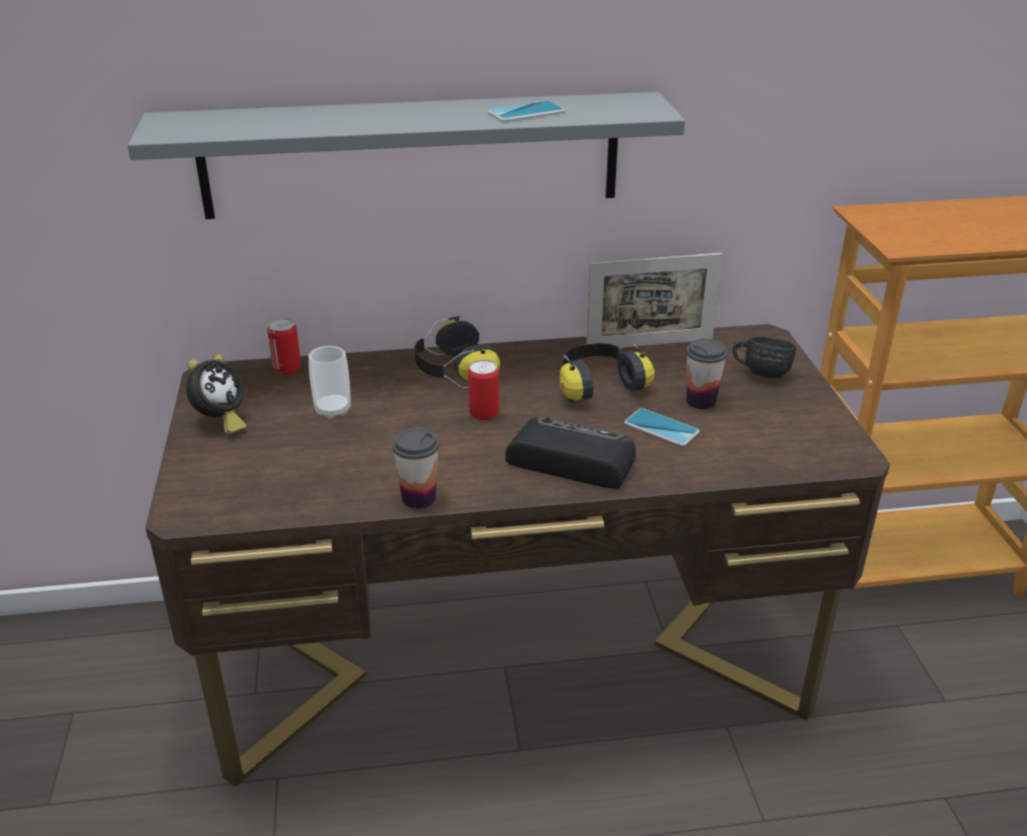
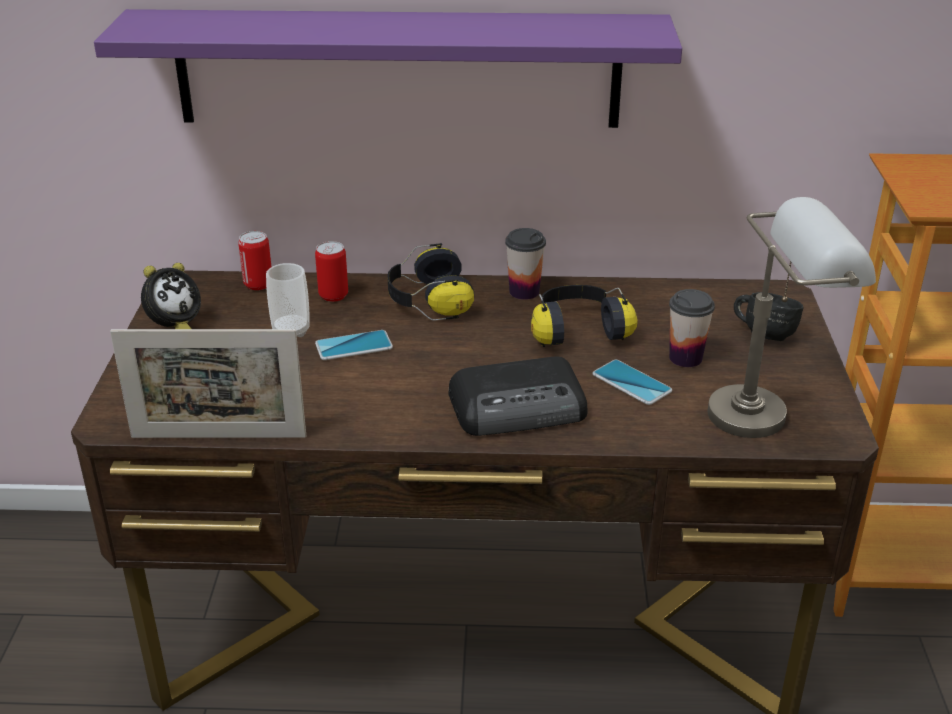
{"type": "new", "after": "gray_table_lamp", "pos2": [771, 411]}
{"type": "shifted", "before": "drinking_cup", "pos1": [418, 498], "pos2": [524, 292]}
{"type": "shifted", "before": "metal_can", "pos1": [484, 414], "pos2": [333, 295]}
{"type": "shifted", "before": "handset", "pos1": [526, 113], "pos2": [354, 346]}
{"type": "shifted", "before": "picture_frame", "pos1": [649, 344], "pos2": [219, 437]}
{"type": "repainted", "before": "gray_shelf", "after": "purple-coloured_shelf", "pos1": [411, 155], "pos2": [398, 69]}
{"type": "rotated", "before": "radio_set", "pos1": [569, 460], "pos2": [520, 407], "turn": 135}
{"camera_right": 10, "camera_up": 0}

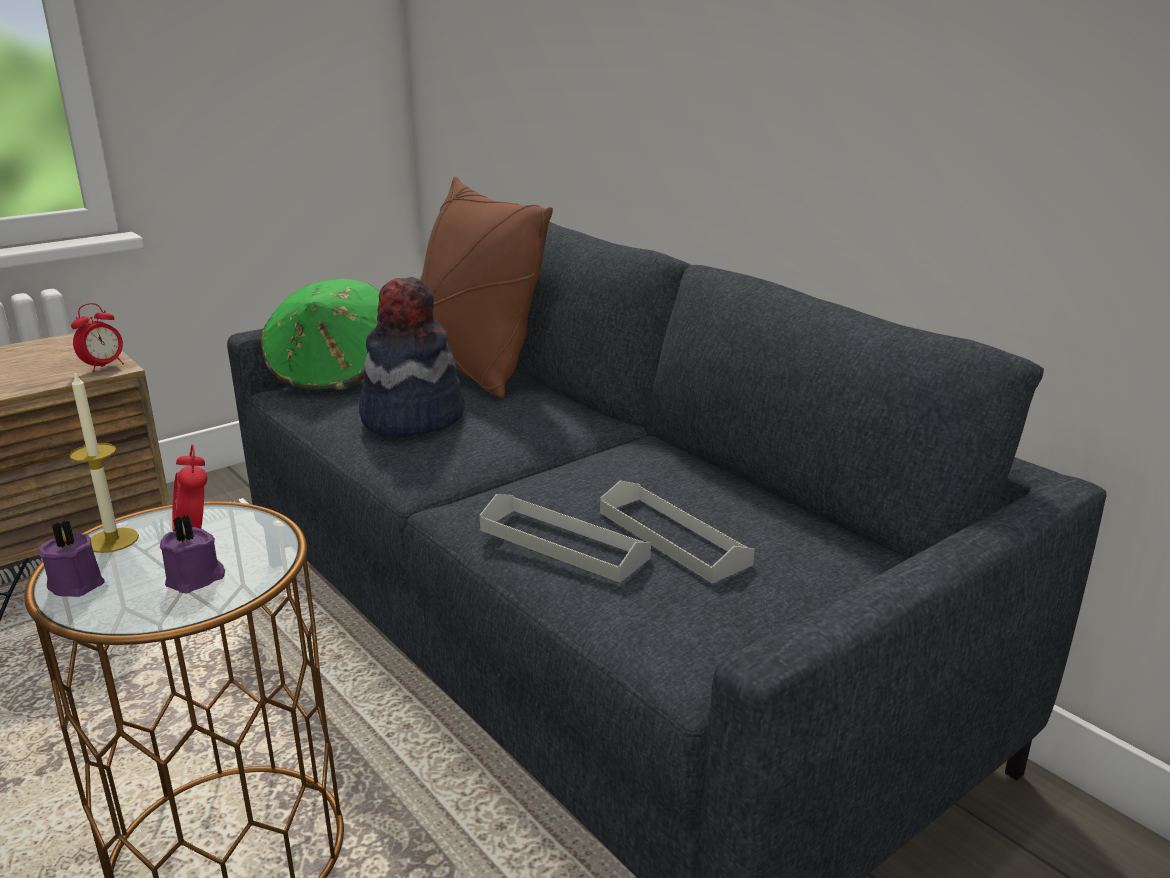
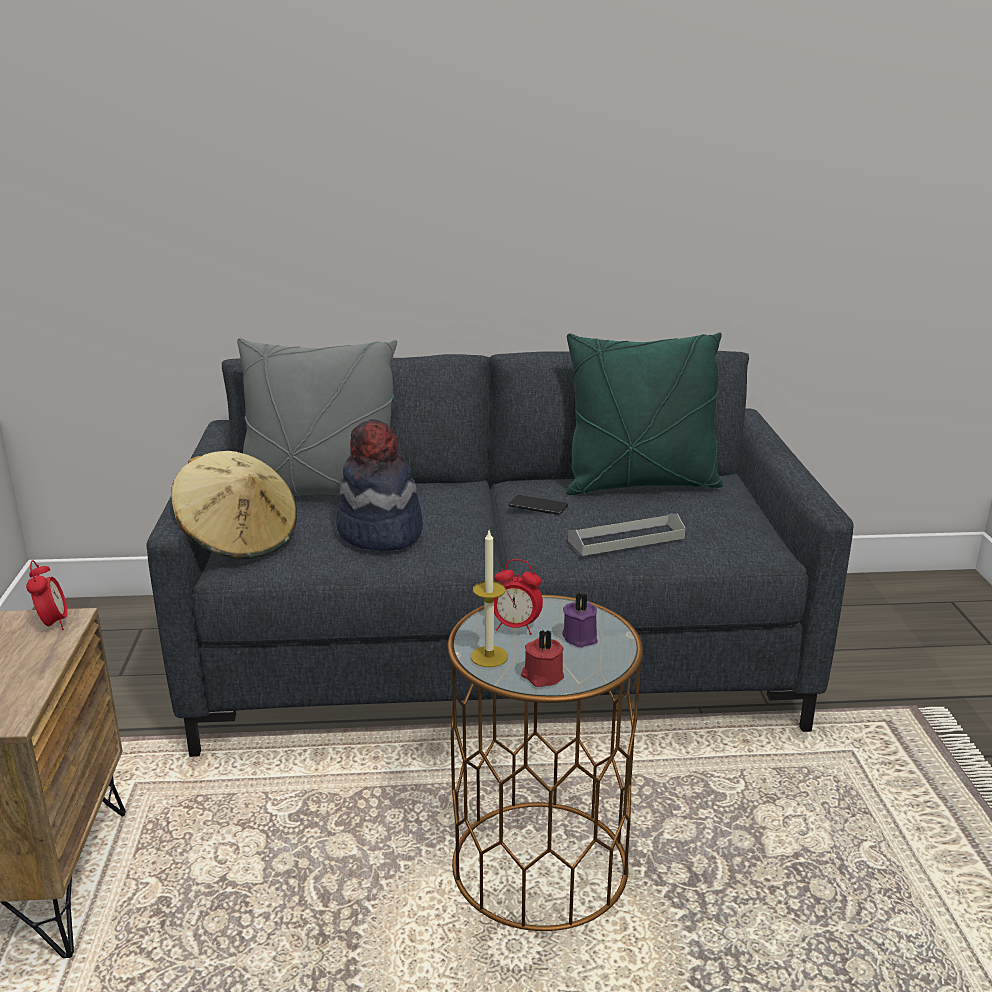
{"type": "gone", "before": "gray_carrying_tray", "pos1": [672, 537]}
{"type": "new", "after": "handset", "pos2": [538, 506]}
{"type": "new", "after": "green_throw_pillow", "pos2": [641, 484]}
{"type": "repainted", "before": "purple-coloured_wax_light", "after": "red_wax_light", "pos1": [77, 583], "pos2": [542, 676]}
{"type": "repainted", "before": "green_hat", "after": "sand-coloured_hat", "pos1": [333, 374], "pos2": [239, 540]}
{"type": "repainted", "before": "brown-coloured_throw_pillow", "after": "gray_throw_pillow", "pos1": [473, 369], "pos2": [321, 493]}
{"camera_right": -55, "camera_up": 0}

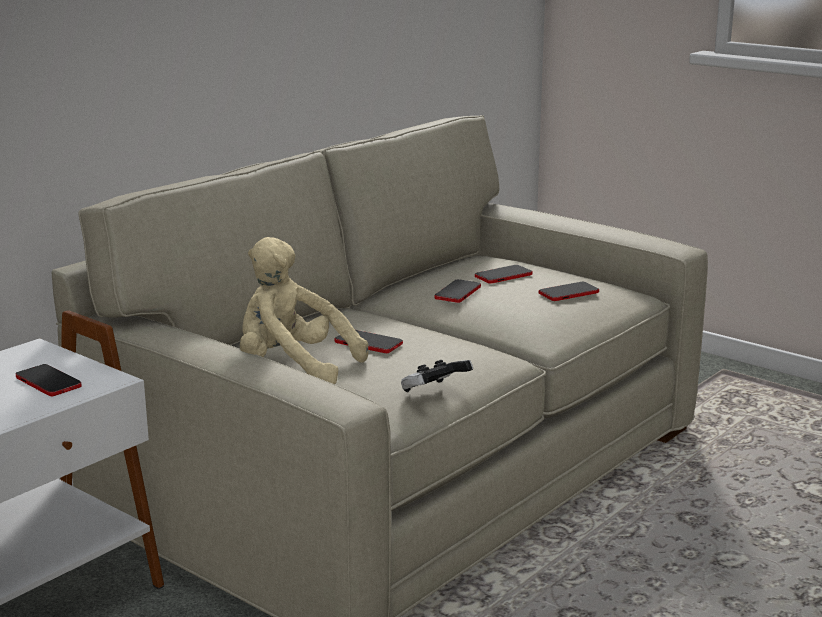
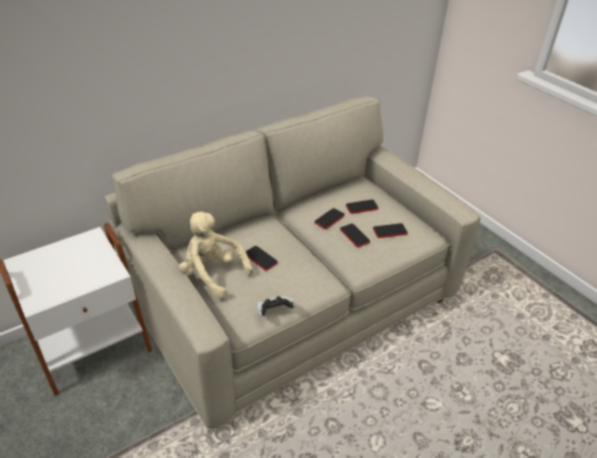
{"type": "shifted", "before": "handset", "pos1": [48, 382], "pos2": [354, 236]}
{"camera_right": 15, "camera_up": 20}

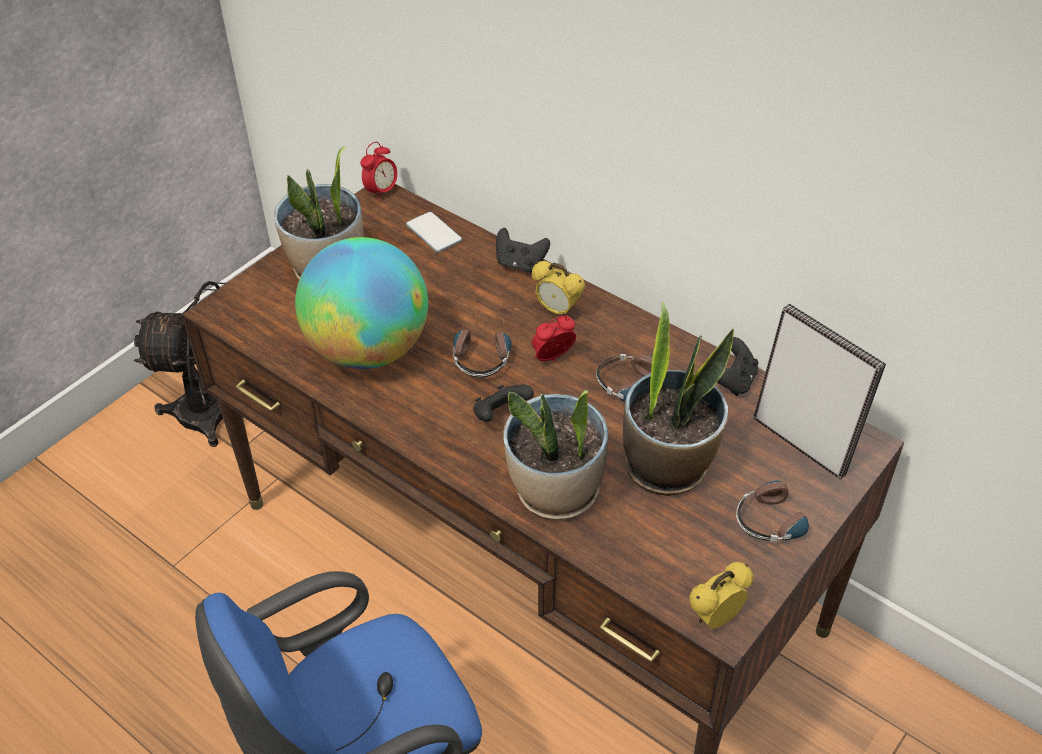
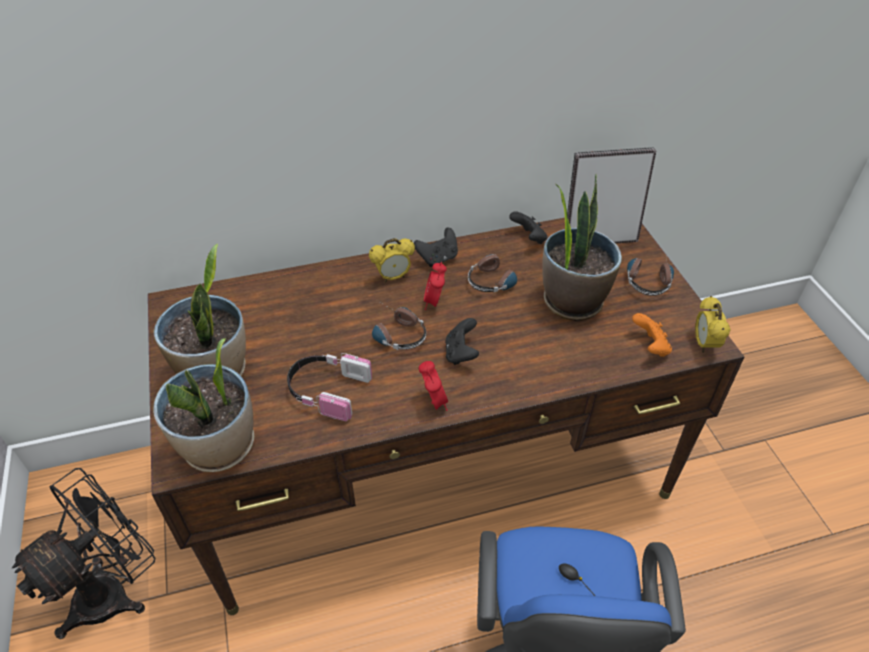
{"type": "gone", "before": "handset", "pos1": [434, 233]}
{"type": "new", "after": "orange_joypad", "pos2": [650, 347]}
{"type": "shifted", "before": "bedside_clock", "pos1": [381, 191], "pos2": [434, 402]}
{"type": "shifted", "before": "black-coloured_joypad", "pos1": [520, 264], "pos2": [438, 258]}
{"type": "shifted", "before": "plant_in_a_pot", "pos1": [556, 492], "pos2": [219, 447]}
{"type": "swapped", "before": "world_globe", "after": "headset", "pos1": [369, 349], "pos2": [327, 390]}
{"camera_right": -55, "camera_up": 0}

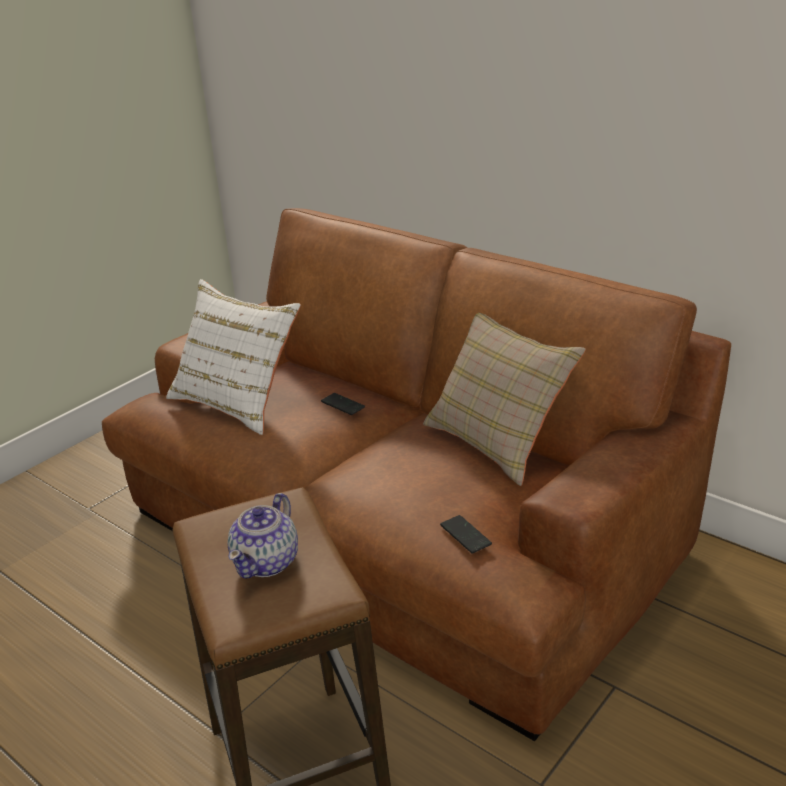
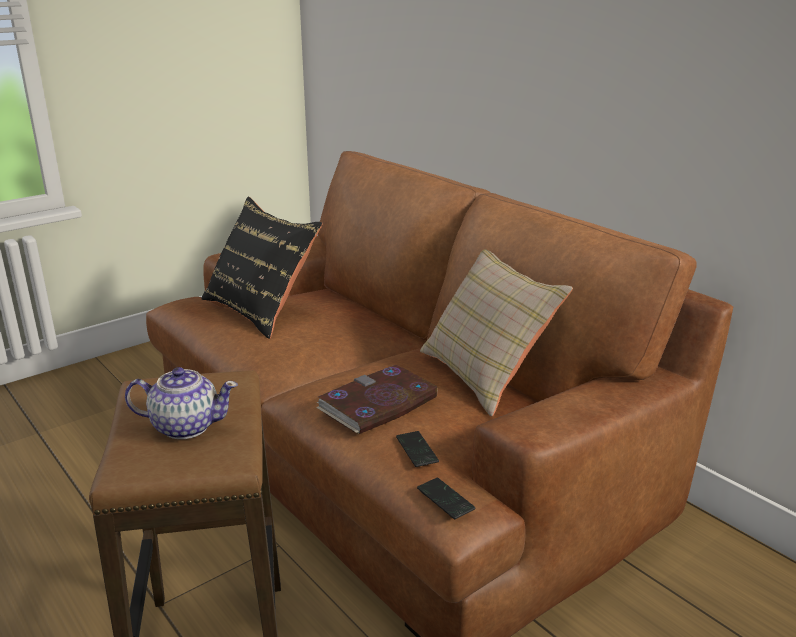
{"type": "new", "after": "bound_book", "pos2": [378, 404]}
{"type": "shifted", "before": "handset", "pos1": [343, 405], "pos2": [445, 499]}
{"type": "repainted", "before": "white_throw_pillow", "after": "black-coloured_throw_pillow", "pos1": [237, 401], "pos2": [261, 310]}
{"type": "rotated", "before": "teapot", "pos1": [267, 561], "pos2": [185, 426], "turn": -120}
{"camera_right": 10, "camera_up": -5}

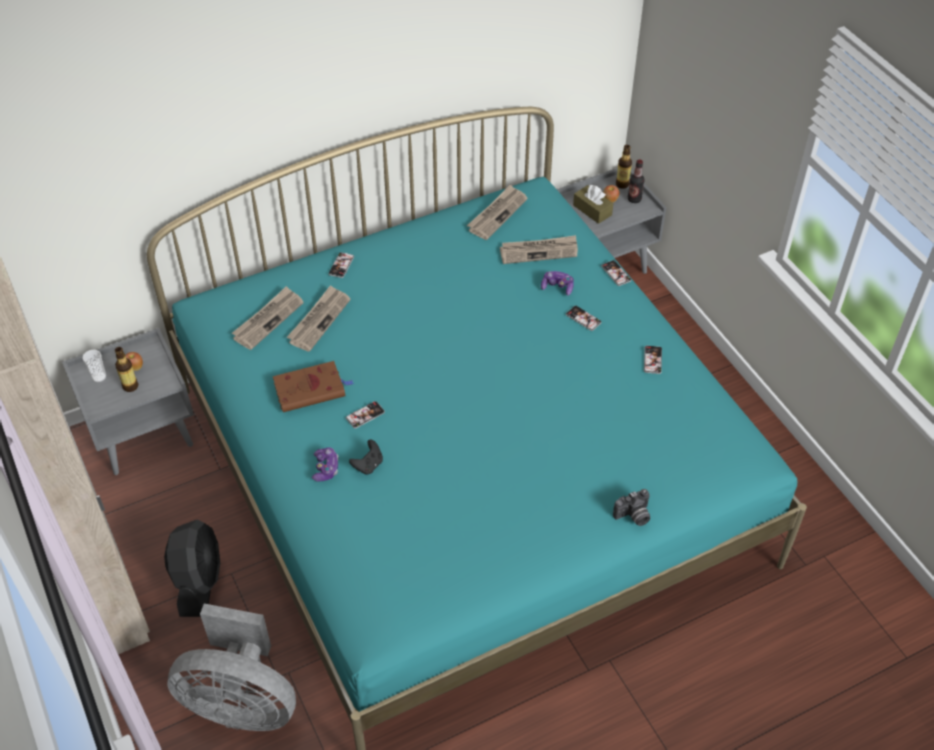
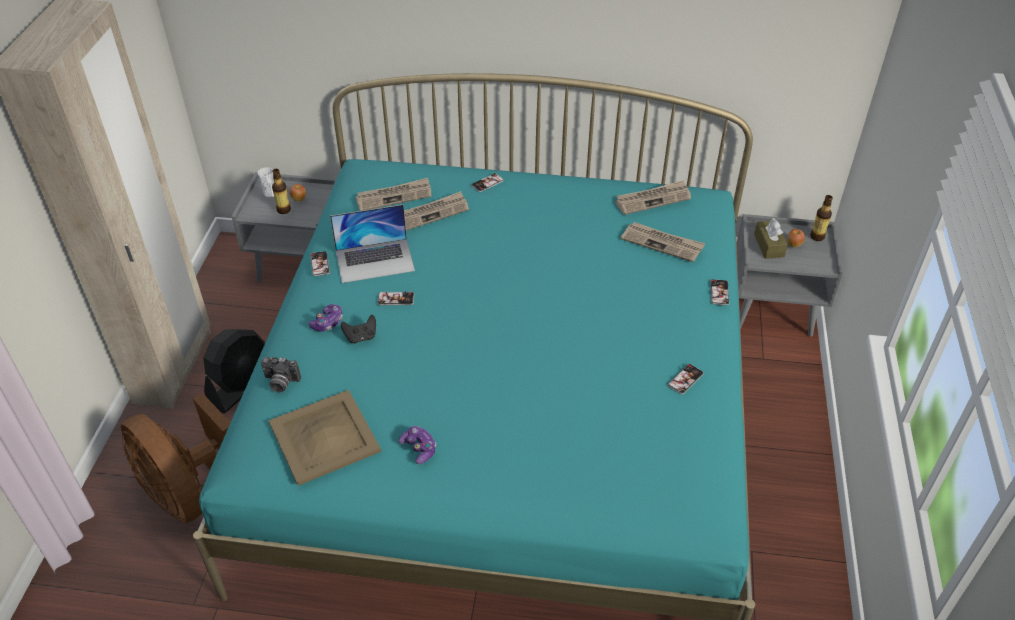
{"type": "gone", "before": "beverage_bottle", "pos1": [634, 199]}
{"type": "new", "after": "sand-coloured_carrying_tray", "pos2": [325, 436]}
{"type": "shifted", "before": "joypad", "pos1": [557, 287], "pos2": [419, 448]}
{"type": "shifted", "before": "handset", "pos1": [583, 318], "pos2": [320, 264]}
{"type": "shifted", "before": "photo_camera", "pos1": [633, 516], "pos2": [280, 383]}
{"type": "swapped", "before": "brown-coloured_bound_book", "after": "notebook_computer", "pos1": [311, 389], "pos2": [375, 260]}
{"type": "repainted", "before": "gray_electric_fan", "after": "brown-coloured_electric_fan", "pos1": [242, 703], "pos2": [188, 491]}
{"camera_right": 35, "camera_up": -5}

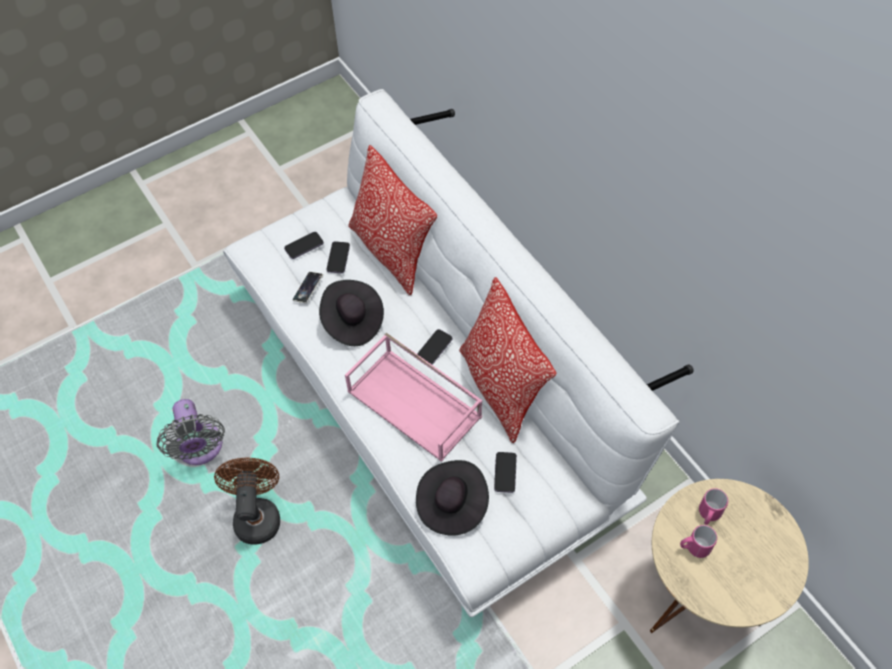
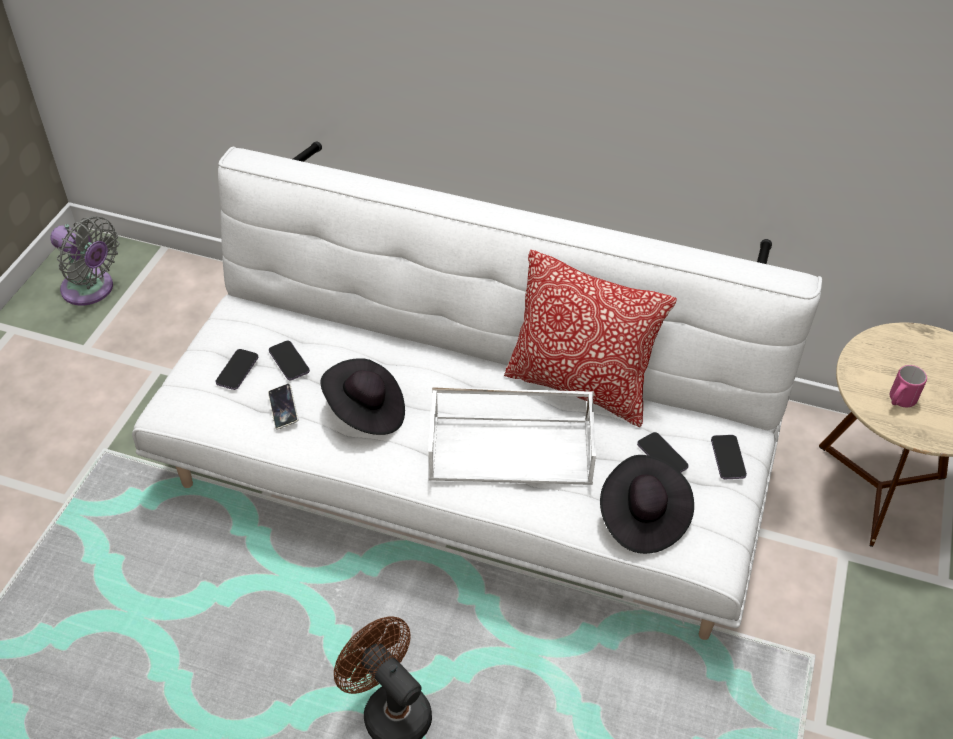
{"type": "gone", "before": "throw_pillow", "pos1": [392, 252]}
{"type": "gone", "before": "pink-coloured_coffee_mug", "pos1": [708, 515]}
{"type": "shifted", "before": "gray_electric_fan", "pos1": [200, 449], "pos2": [91, 290]}
{"type": "shifted", "before": "handset", "pos1": [434, 348], "pos2": [728, 458]}
{"type": "repainted", "before": "pink-coloured_carrying_tray", "after": "white_carrying_tray", "pos1": [416, 404], "pos2": [512, 448]}
{"camera_right": -40, "camera_up": -10}

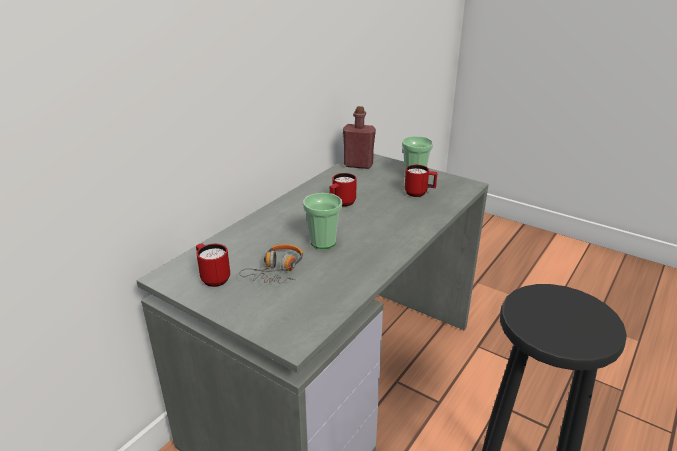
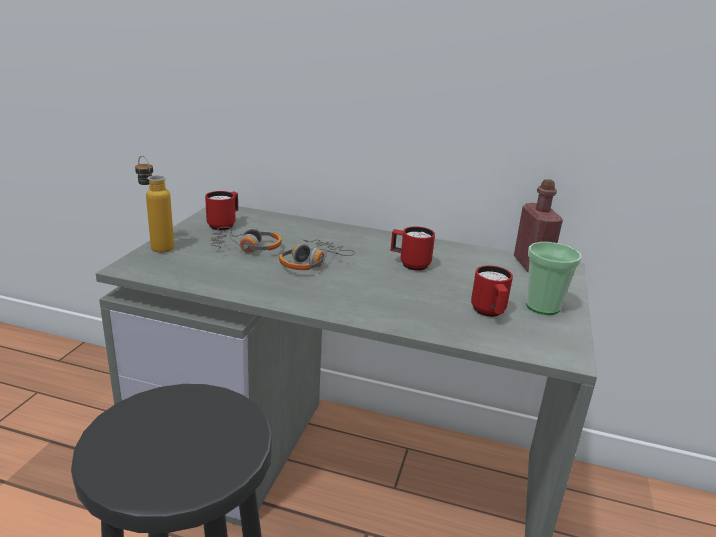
{"type": "new", "after": "beverage_bottle", "pos2": [157, 246]}
{"type": "swapped", "before": "drinking_cup", "after": "headset", "pos1": [323, 242], "pos2": [312, 263]}
{"camera_right": 70, "camera_up": -5}

